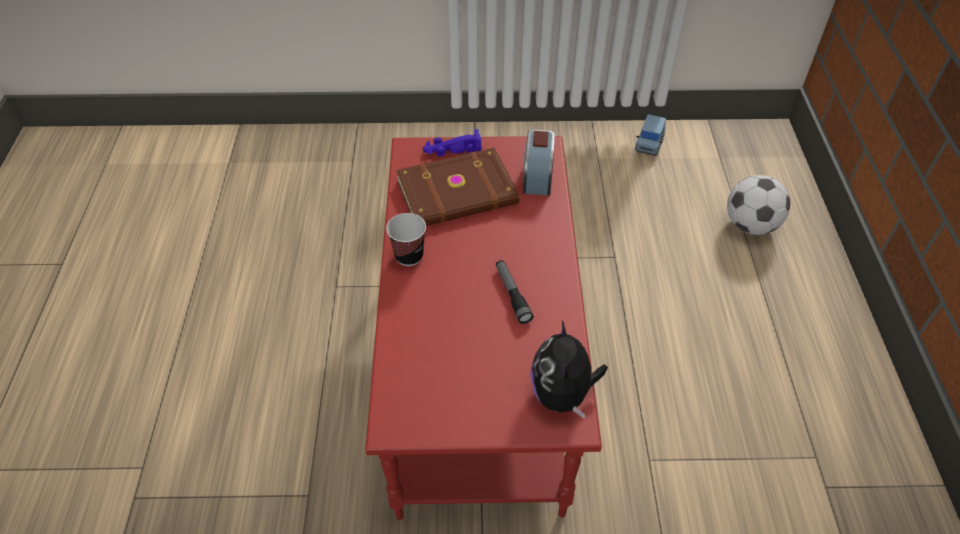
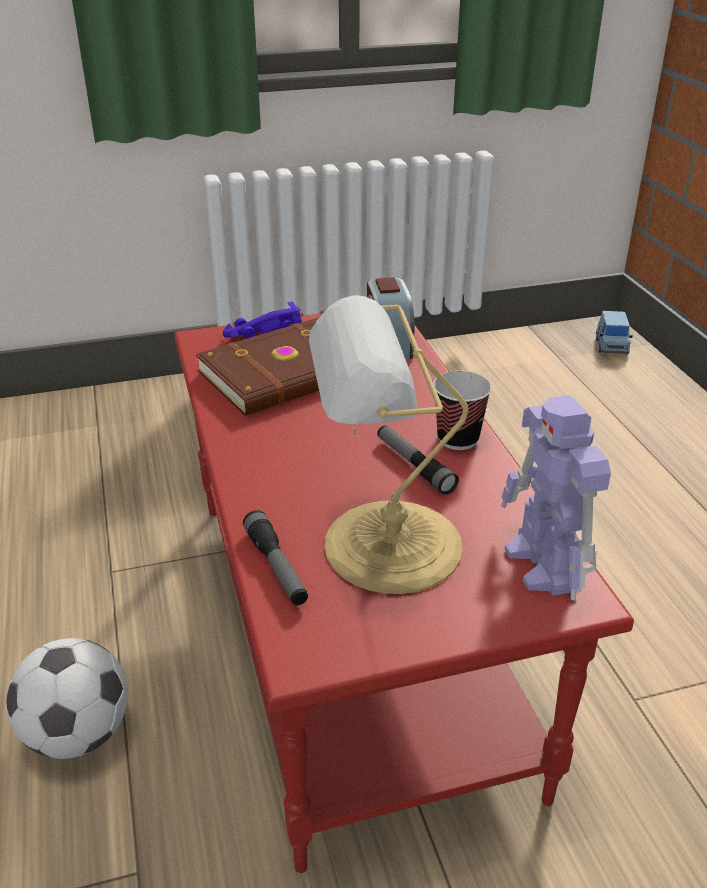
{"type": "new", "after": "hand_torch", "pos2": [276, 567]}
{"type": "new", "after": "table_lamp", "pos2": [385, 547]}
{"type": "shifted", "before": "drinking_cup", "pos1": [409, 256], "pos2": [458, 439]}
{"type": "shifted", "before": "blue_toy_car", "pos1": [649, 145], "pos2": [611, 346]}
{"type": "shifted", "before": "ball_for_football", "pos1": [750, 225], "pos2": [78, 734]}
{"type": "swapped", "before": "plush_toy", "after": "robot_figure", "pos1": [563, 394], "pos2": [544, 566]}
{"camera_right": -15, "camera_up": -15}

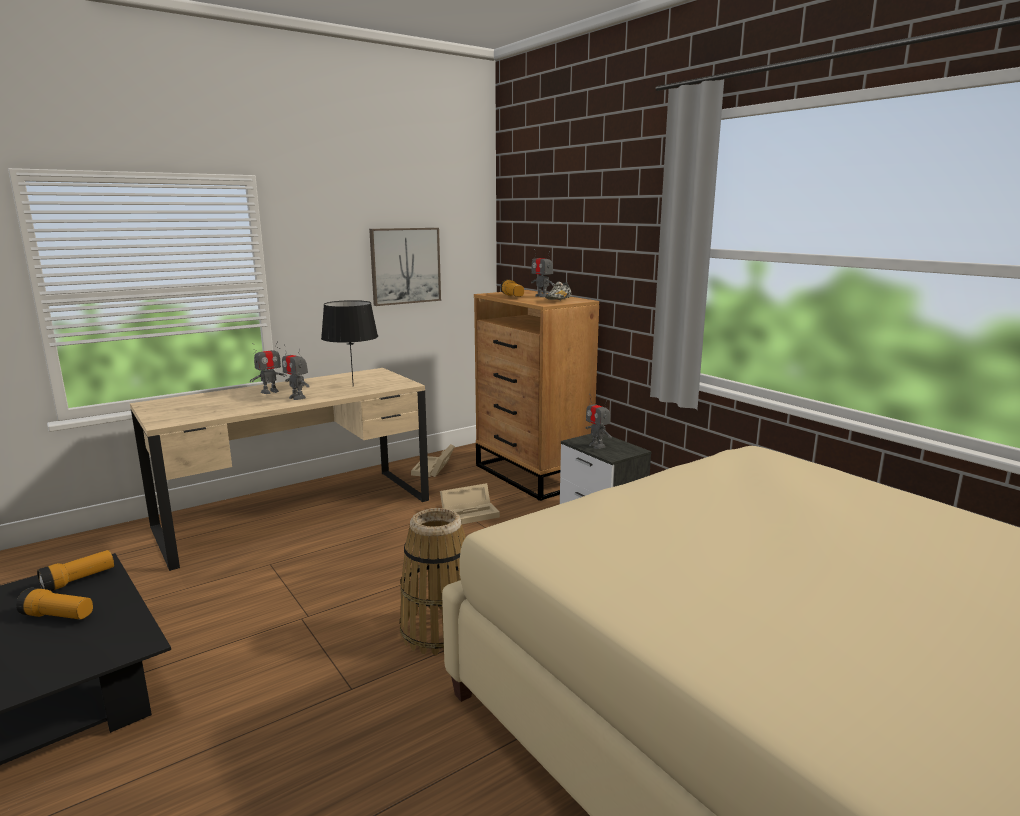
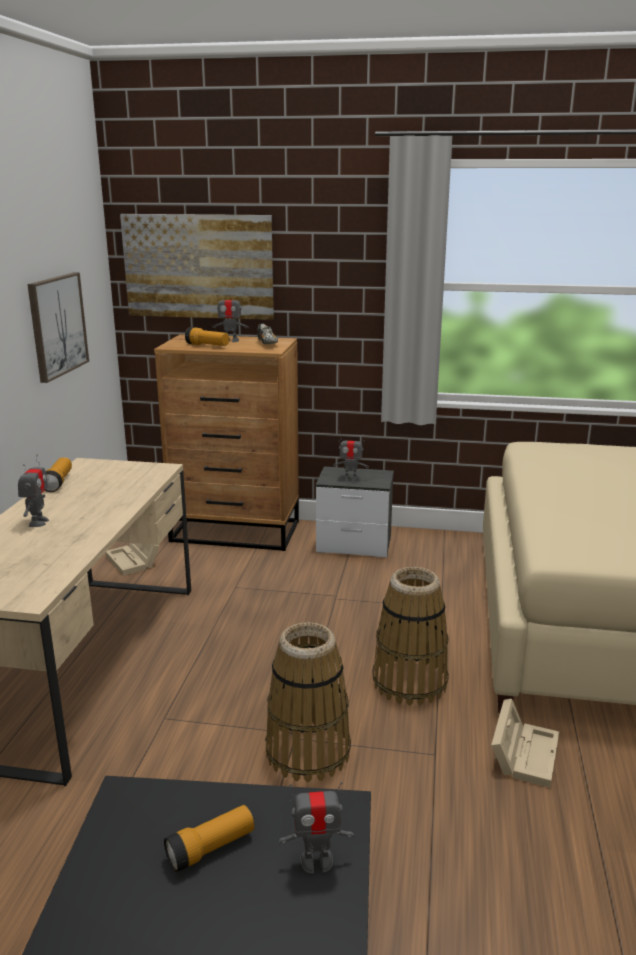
{"type": "gone", "before": "black-coloured_table_lamp", "pos1": [353, 386]}
{"type": "new", "after": "picture", "pos2": [198, 266]}
{"type": "new", "after": "household_basket", "pos2": [308, 751]}
{"type": "shifted", "before": "hand_torch", "pos1": [78, 580], "pos2": [58, 482]}
{"type": "shifted", "before": "robot_figure", "pos1": [297, 397], "pos2": [316, 861]}
{"type": "shifted", "before": "sand-coloured_storage_container", "pos1": [471, 513], "pos2": [524, 753]}
{"camera_right": -45, "camera_up": 5}

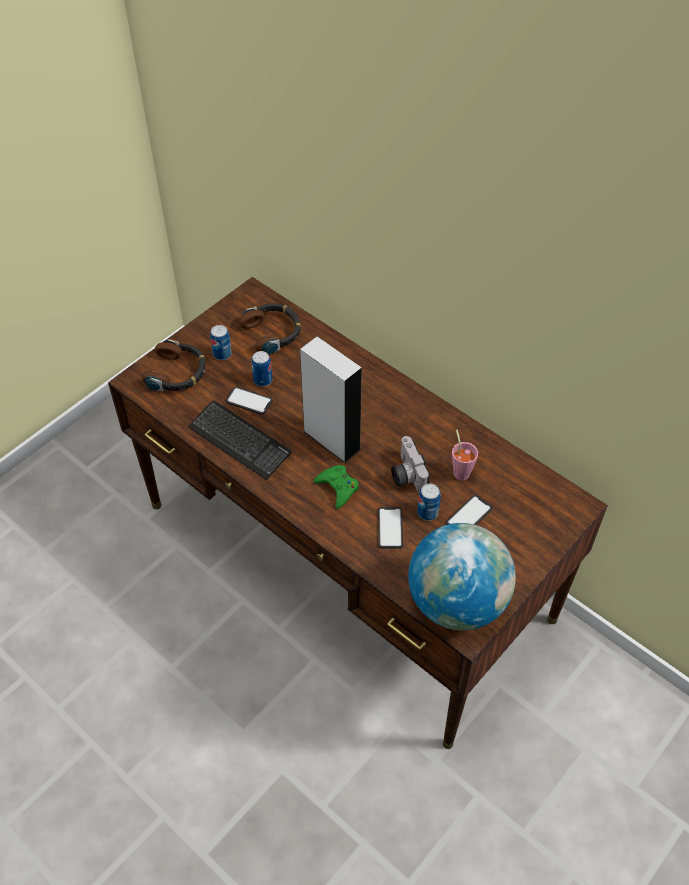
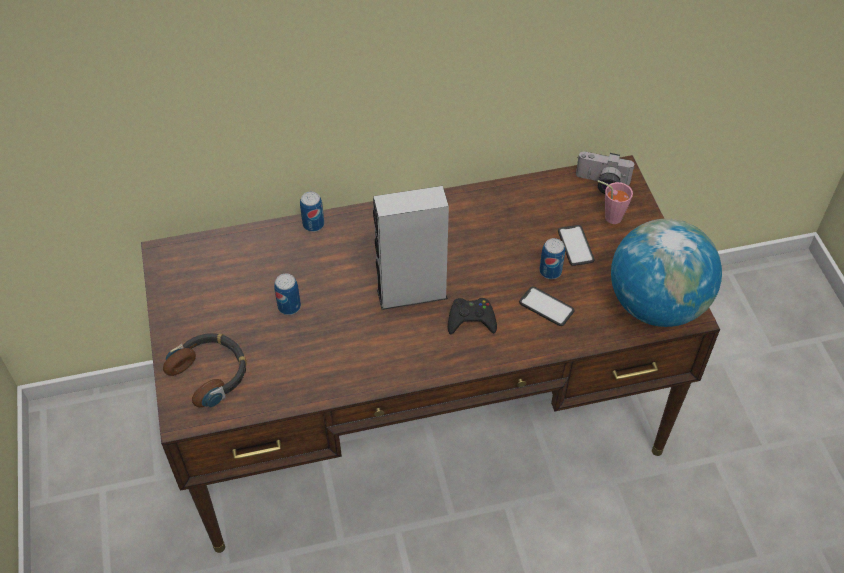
{"type": "gone", "before": "PC_keyboard", "pos1": [239, 441]}
{"type": "gone", "before": "handset", "pos1": [249, 401]}
{"type": "gone", "before": "headset", "pos1": [273, 332]}
{"type": "shifted", "before": "metal_can", "pos1": [222, 354], "pos2": [313, 224]}
{"type": "shifted", "before": "photo_camera", "pos1": [405, 474], "pos2": [601, 184]}
{"type": "shifted", "before": "pink-coloured_drinking_cup", "pos1": [460, 470], "pos2": [609, 216]}
{"type": "repainted", "before": "green_joypad", "after": "black-coloured_joypad", "pos1": [338, 488], "pos2": [471, 320]}
{"camera_right": -55, "camera_up": 0}

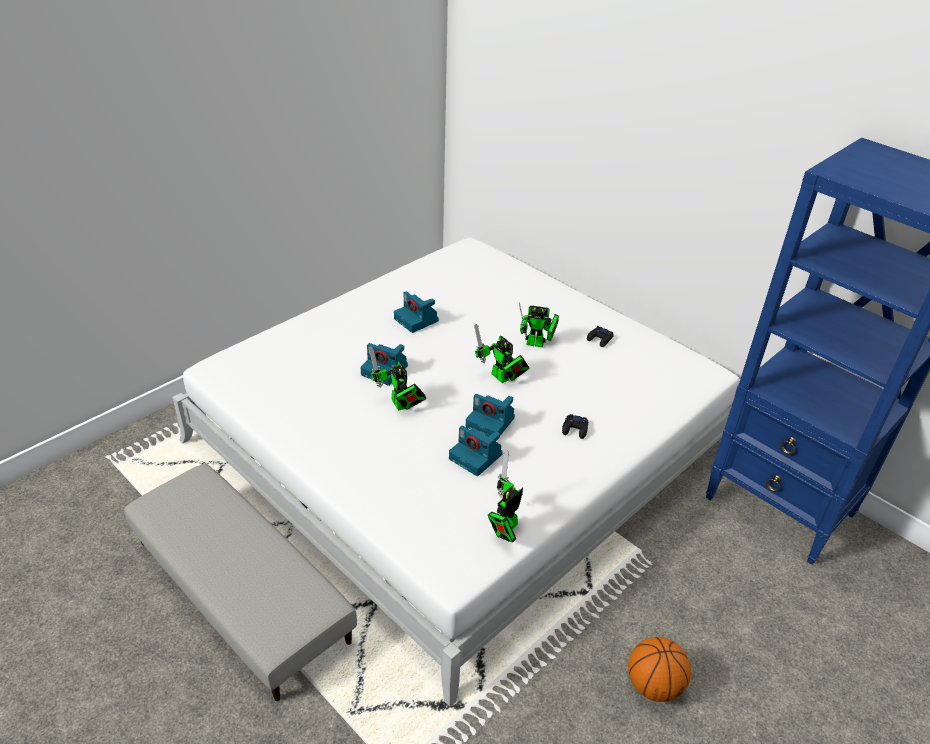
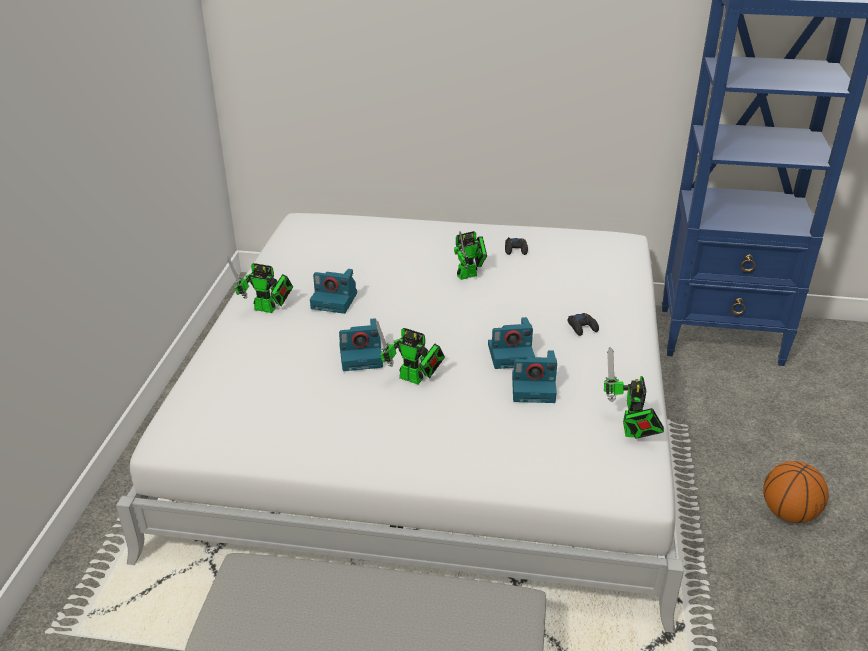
{"type": "shifted", "before": "robot_figure", "pos1": [502, 378], "pos2": [268, 309]}
{"camera_right": -35, "camera_up": -5}

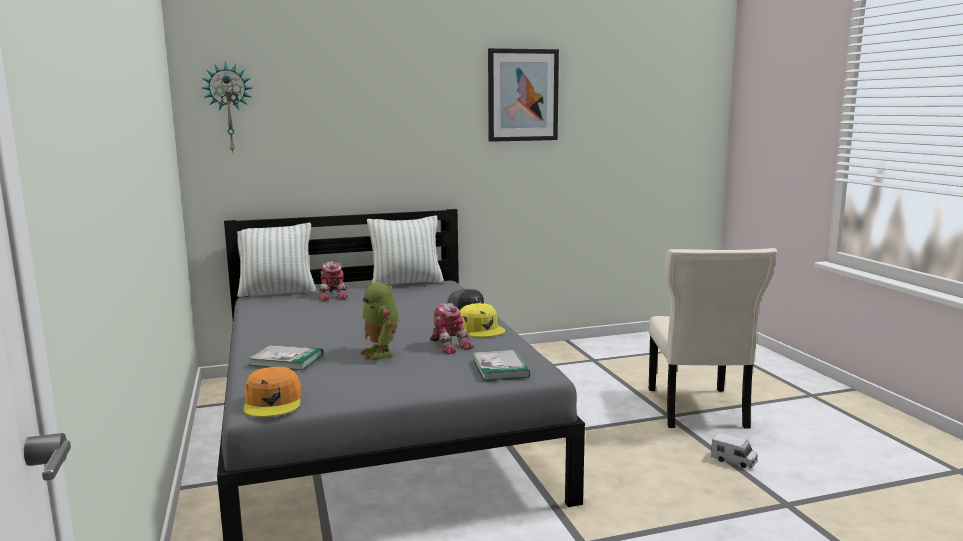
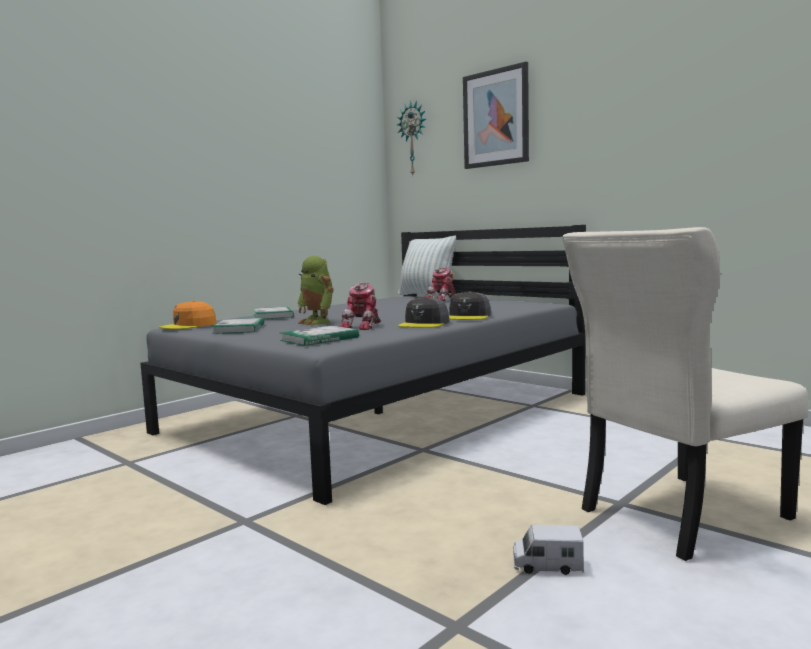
{"type": "gone", "before": "throw_pillow", "pos1": [406, 283]}
{"type": "new", "after": "bound_book", "pos2": [239, 329]}
{"type": "shifted", "before": "picture", "pos1": [522, 95], "pos2": [496, 118]}
{"type": "repainted", "before": "yellow-coloured_baseball_cap", "after": "gray_baseball_cap", "pos1": [480, 329], "pos2": [424, 324]}
{"type": "rotated", "before": "robot_figure", "pos1": [381, 353], "pos2": [317, 322], "turn": -75}
{"type": "rotated", "before": "model_truck", "pos1": [733, 461], "pos2": [547, 565], "turn": 90}
{"camera_right": 60, "camera_up": -5}

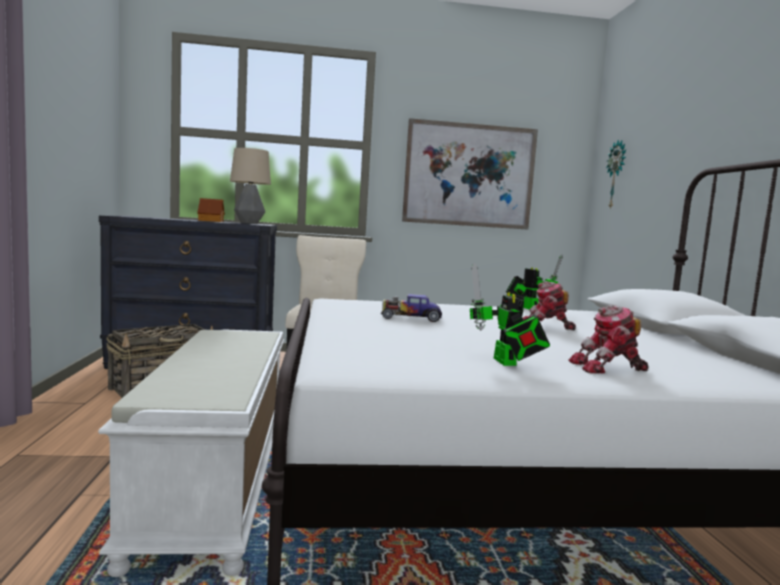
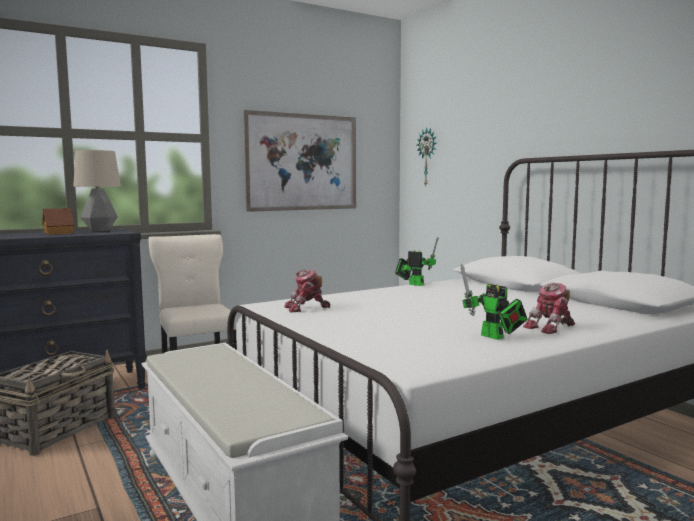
{"type": "gone", "before": "toy_car", "pos1": [410, 318]}
{"type": "shifted", "before": "robot_figure", "pos1": [546, 327], "pos2": [306, 308]}
{"camera_right": -25, "camera_up": 0}

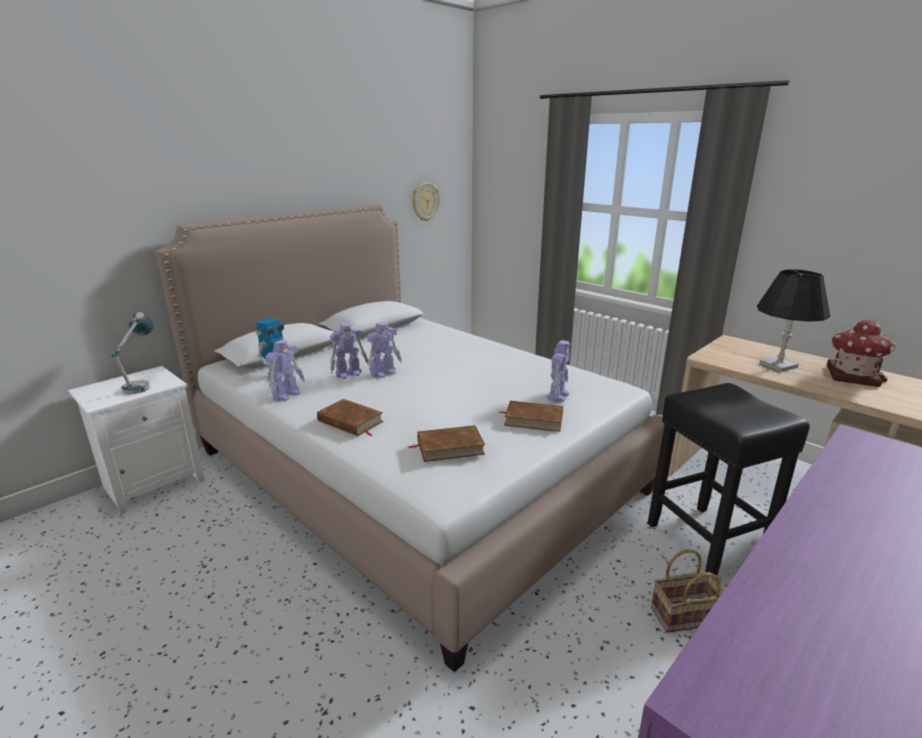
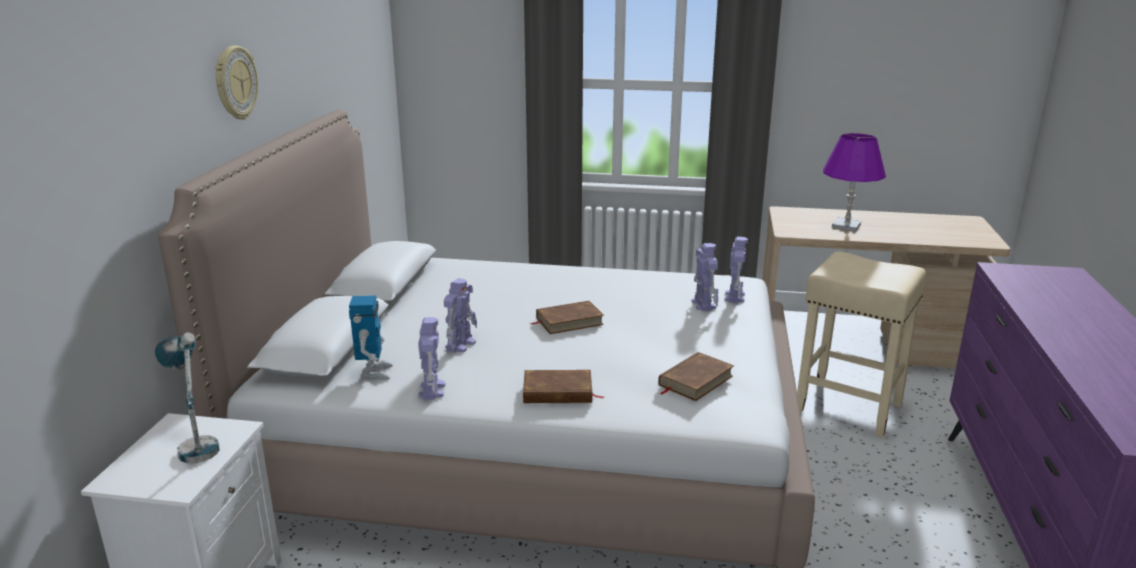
{"type": "gone", "before": "household_basket", "pos1": [686, 614]}
{"type": "gone", "before": "miniature_house", "pos1": [852, 376]}
{"type": "shifted", "before": "robot_figure", "pos1": [384, 373], "pos2": [734, 296]}
{"type": "shifted", "before": "hanging_clock", "pos1": [425, 202], "pos2": [235, 83]}
{"type": "shifted", "before": "brown-coloured_bound_book", "pos1": [533, 419], "pos2": [569, 321]}
{"type": "repainted", "before": "black-coloured_sitting_stool", "after": "sand-coloured_sitting_stool", "pos1": [704, 540], "pos2": [846, 407]}
{"type": "repainted", "before": "black-coloured_table_lamp", "after": "purple-coloured_table_lamp", "pos1": [778, 365], "pos2": [846, 226]}
{"camera_right": -35, "camera_up": 0}

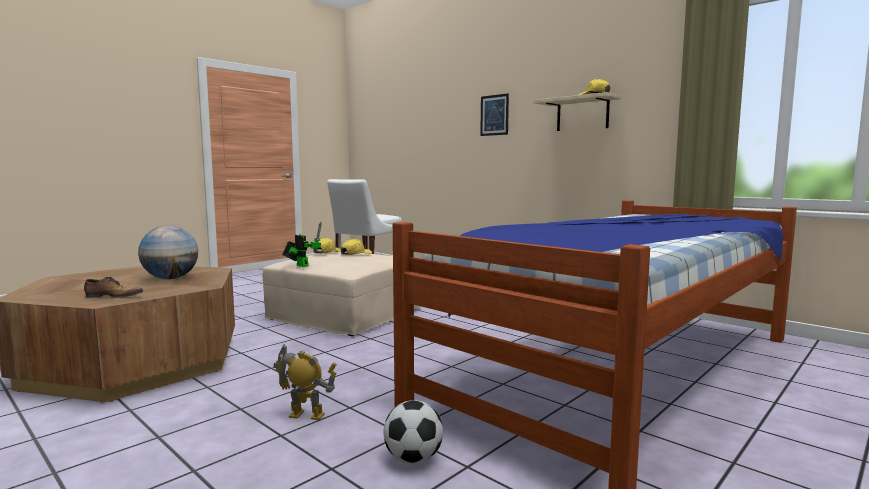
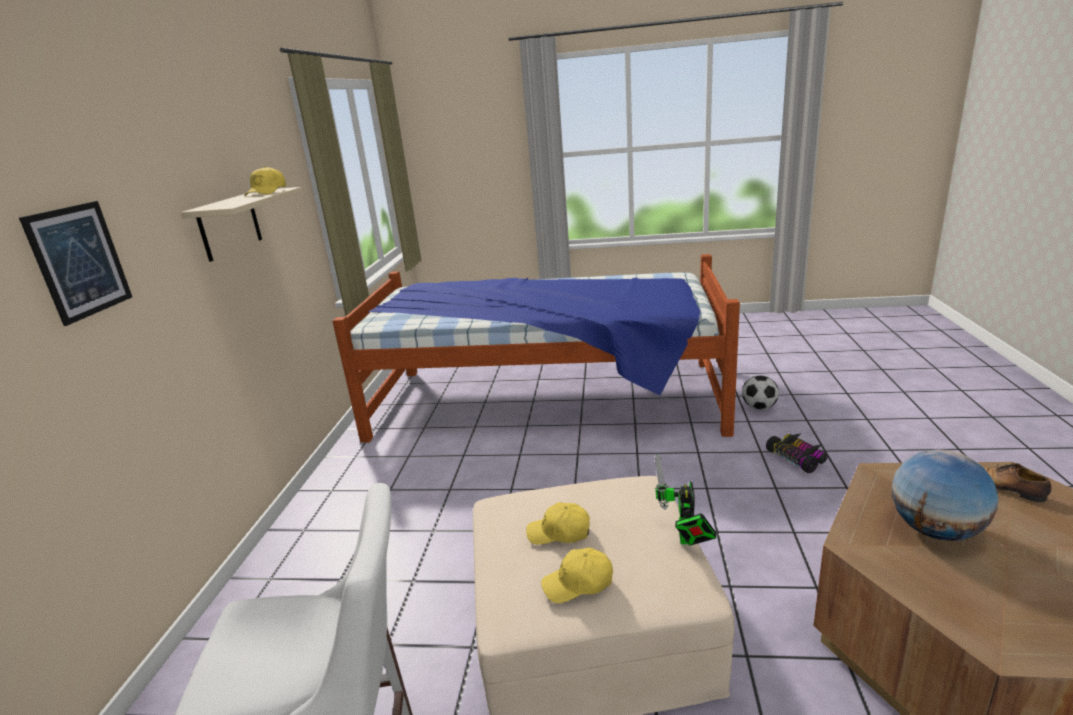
{"type": "swapped", "before": "robot_figure", "after": "toy_car", "pos1": [306, 415], "pos2": [797, 458]}
{"camera_right": -125, "camera_up": 15}

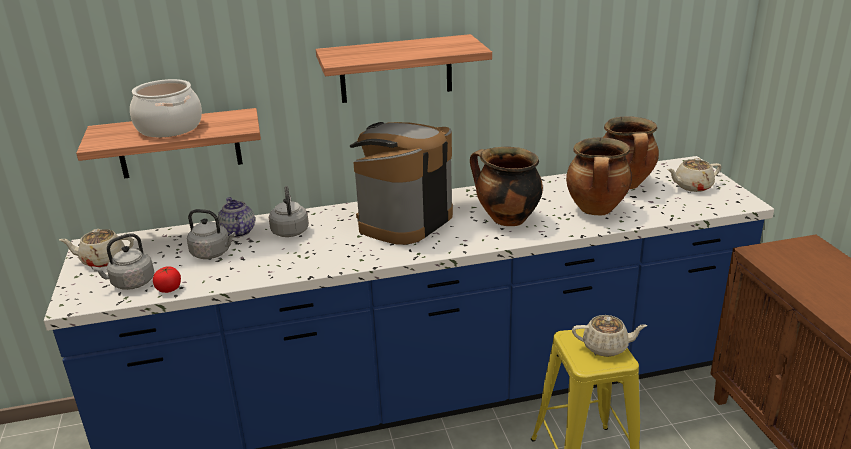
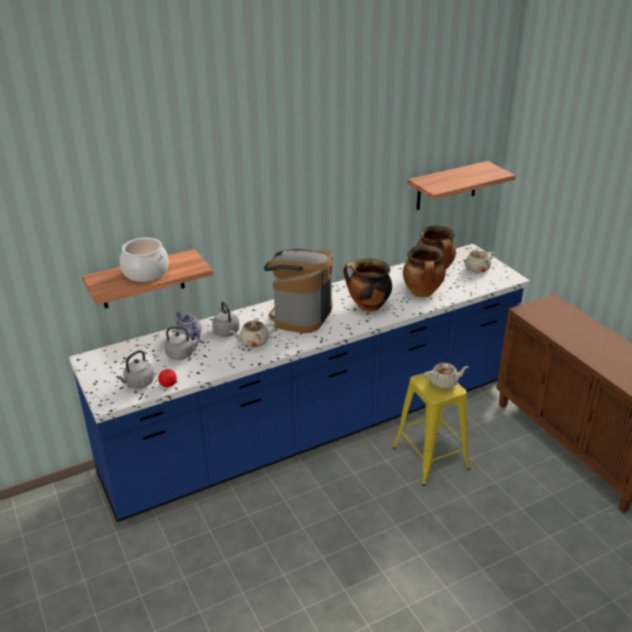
{"type": "shifted", "before": "sand-coloured_teapot", "pos1": [102, 260], "pos2": [253, 341]}
{"type": "shifted", "before": "shelf", "pos1": [396, 69], "pos2": [447, 186]}
{"camera_right": -15, "camera_up": 5}

